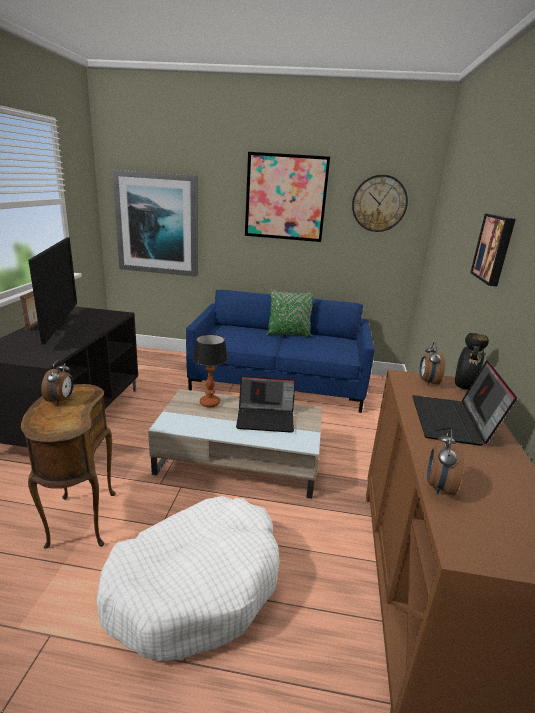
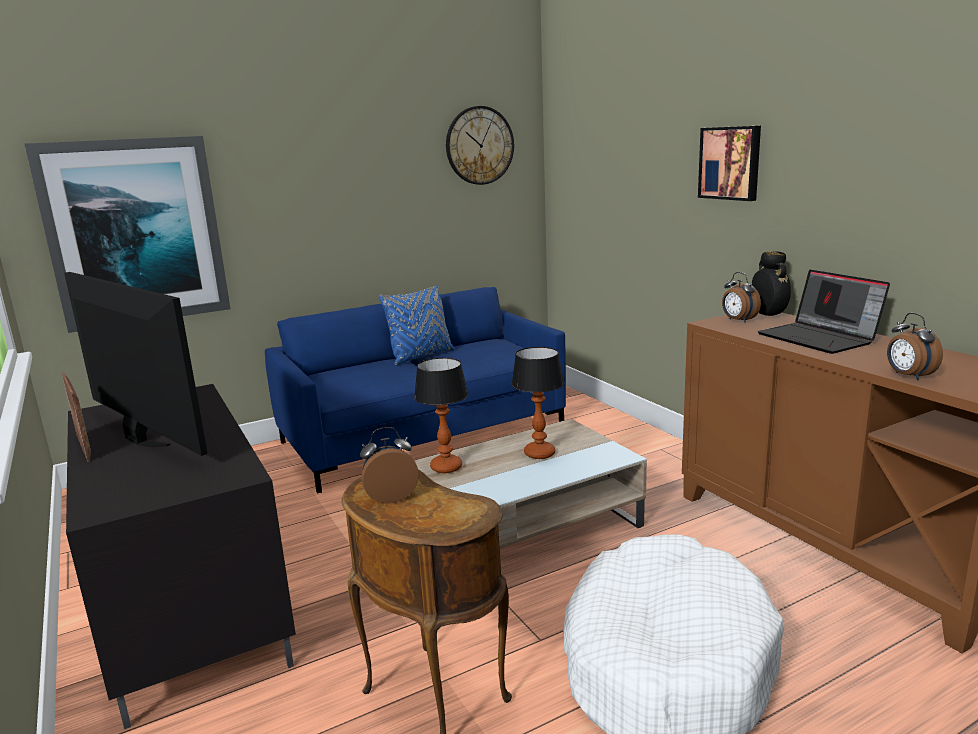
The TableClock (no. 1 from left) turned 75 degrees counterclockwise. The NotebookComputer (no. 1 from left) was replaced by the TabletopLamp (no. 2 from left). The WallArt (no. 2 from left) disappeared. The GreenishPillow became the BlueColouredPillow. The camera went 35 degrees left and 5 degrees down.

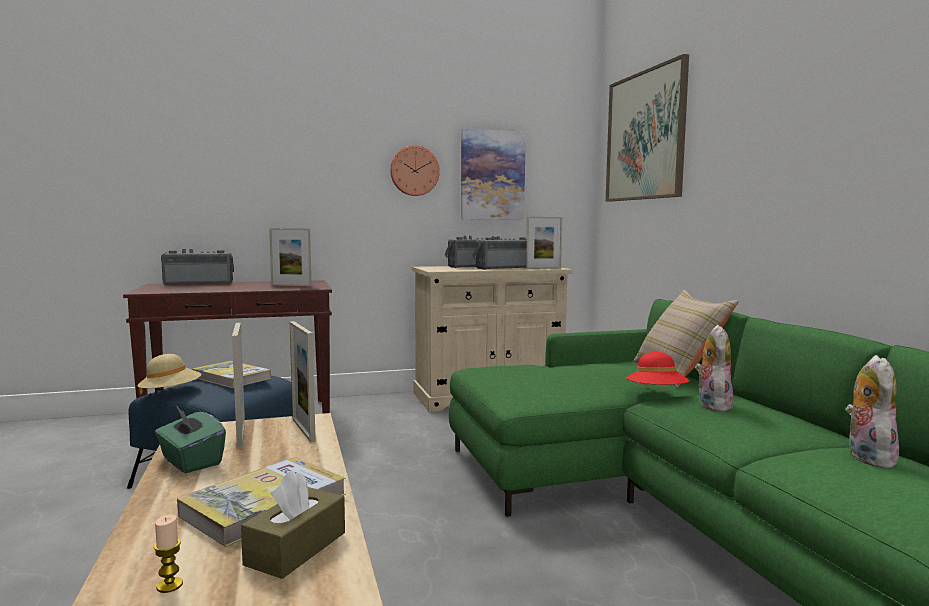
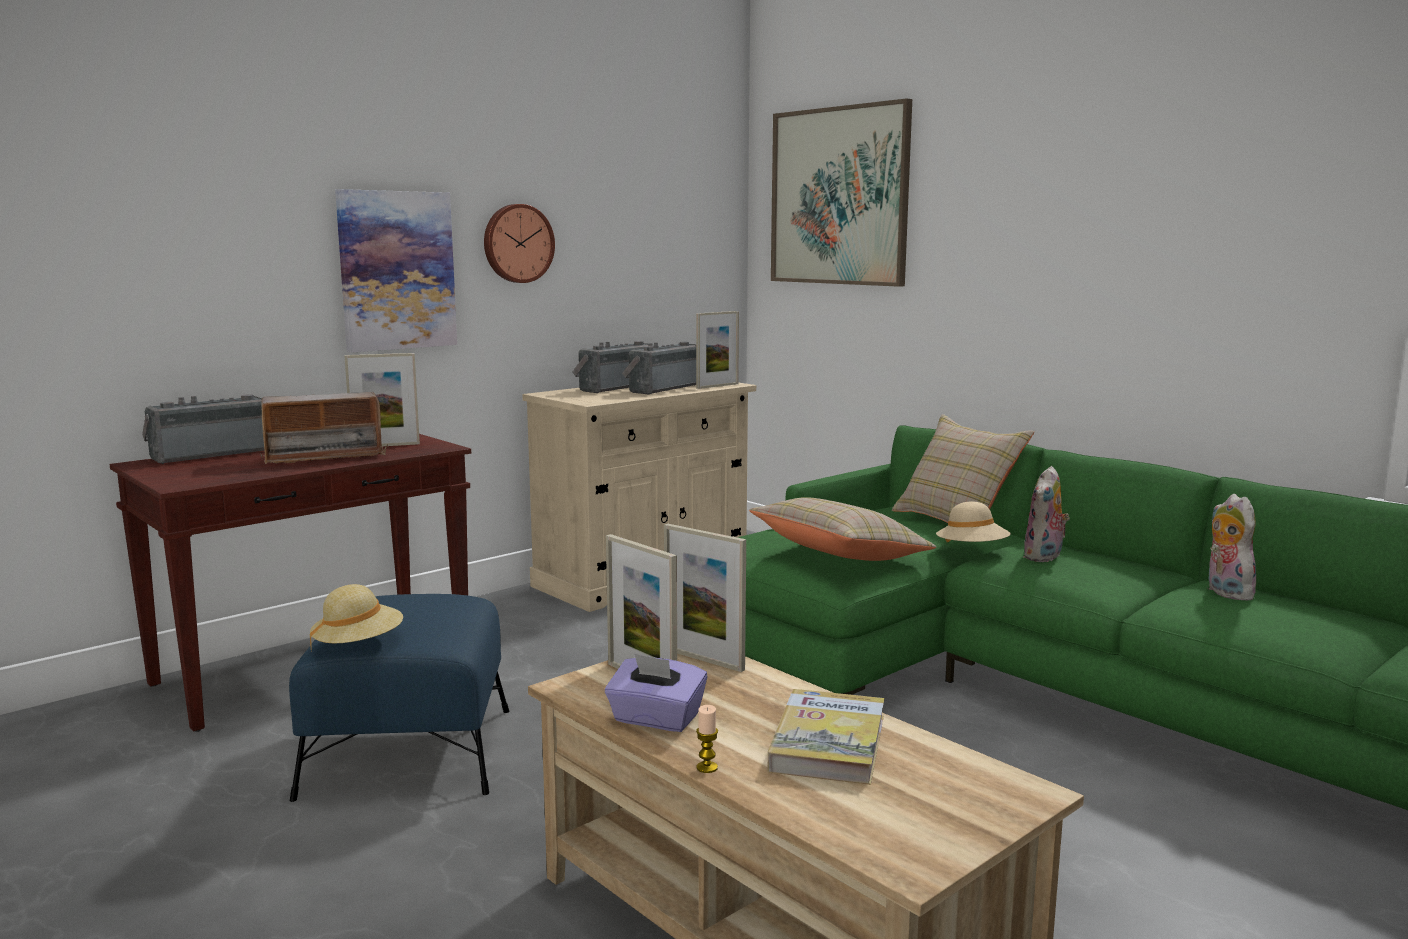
The Candle moved. The GreenishBoxOfTissues became the PurpleBoxOfTissues. The Book (no. 1 from left) disappeared. The BrownColouredBoxOfTissues disappeared. The WallArt (no. 1 from left) moved. The RedClothingHat became the SandColouredClothingHat (no. 2 from left). The CuddlyToy (no. 1 from left) turned 135 degrees counterclockwise. The RadioReceiver (no. 2 from left) appeared. The SandColouredPillow (no. 1 from left) appeared. The camera went 25 degrees left and 5 degrees up.

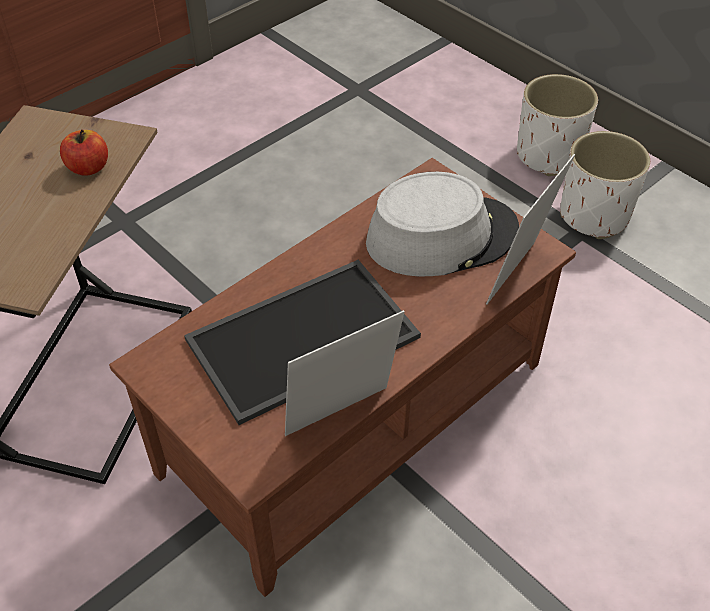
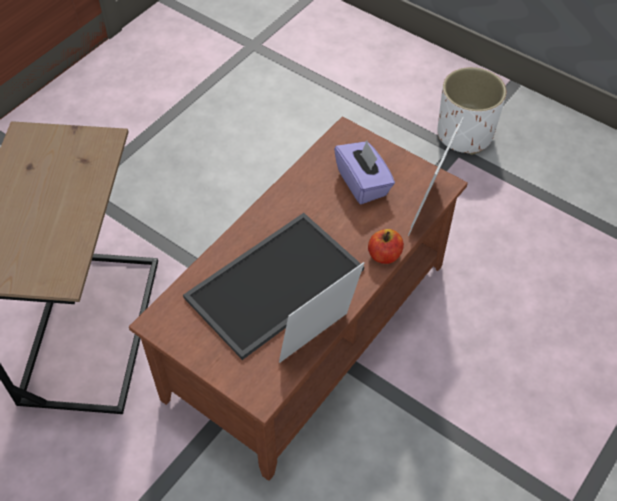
The WholeApple moved. The GrayClothingHat was replaced by the PurpleBoxOfTissues. The WhitishPlantPot (no. 1 from left) disappeared. The camera went 10 degrees left and 5 degrees up.

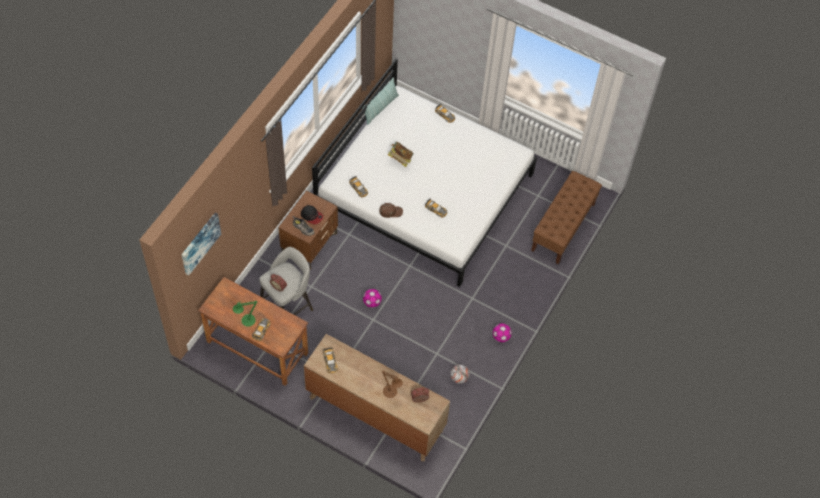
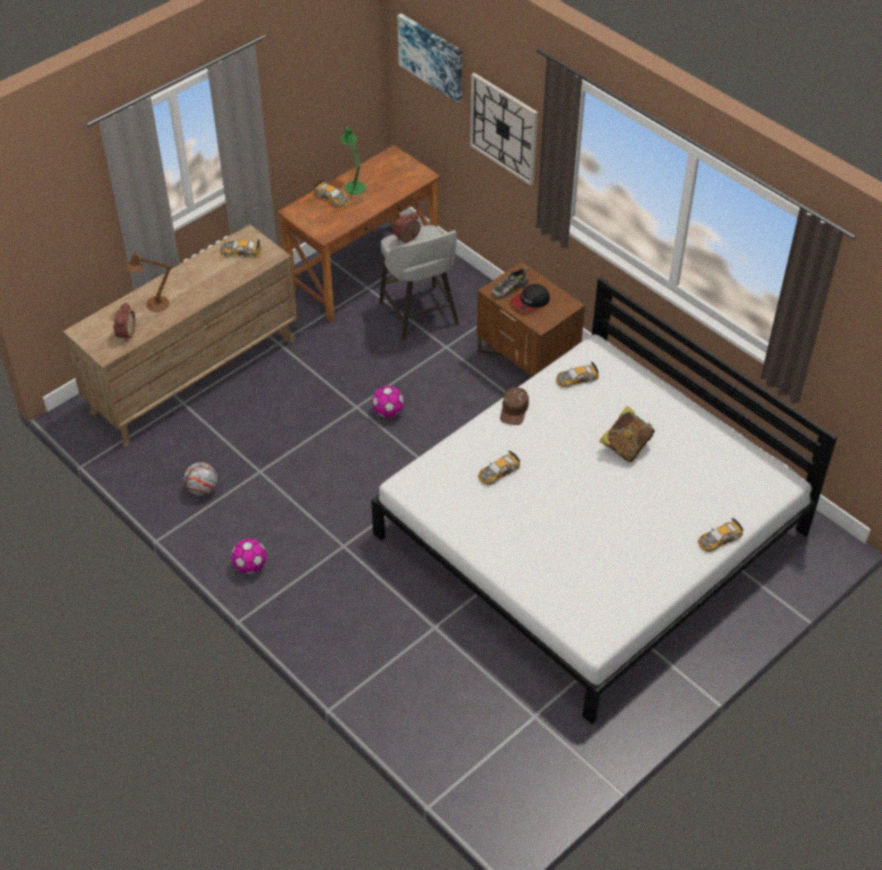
The Pillow disappeared. The BrownColouredLongSeat disappeared. The WallClock appeared. The camera went 110 degrees right and 10 degrees down.

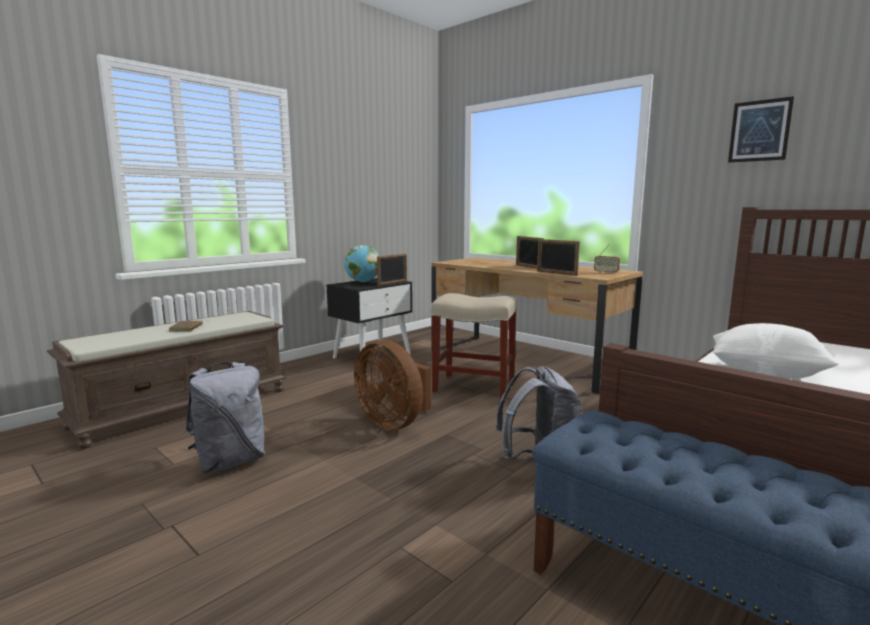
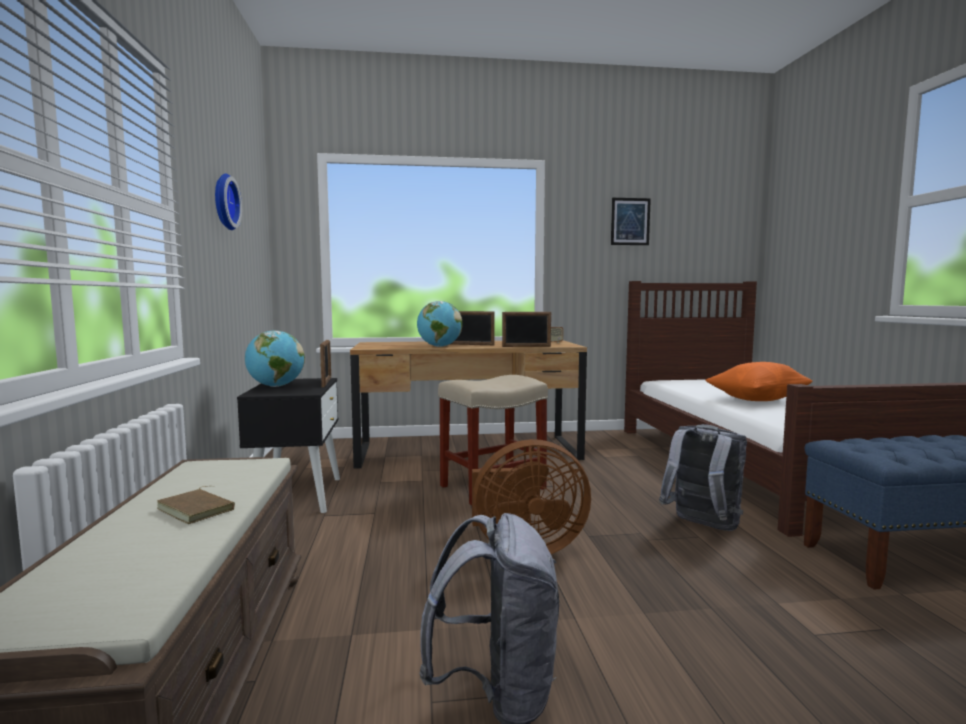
The WhitishPillow became the OrangeColouredPillow. The WallClock appeared. The Globe (no. 2 from left) appeared. The camera went 50 degrees left and 5 degrees down.

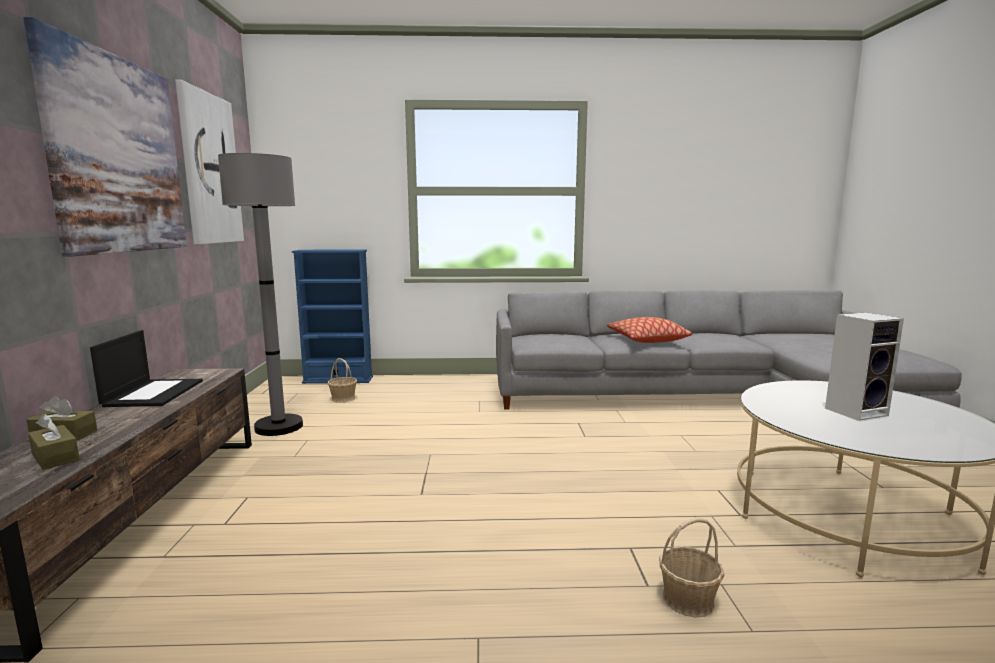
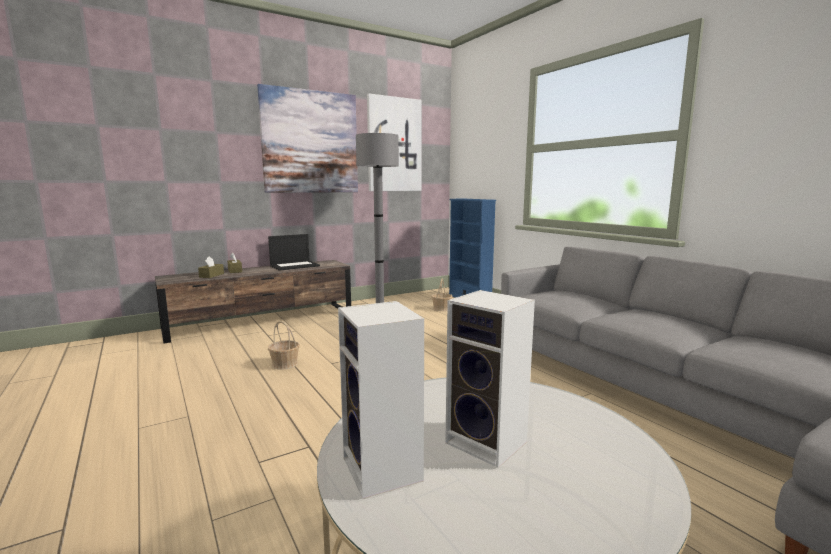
The Pillow disappeared. The Basket (no. 2 from left in the first image) moved. The AudioSpeaker (no. 1 from left) appeared. The camera went 60 degrees right and 0 degrees up.

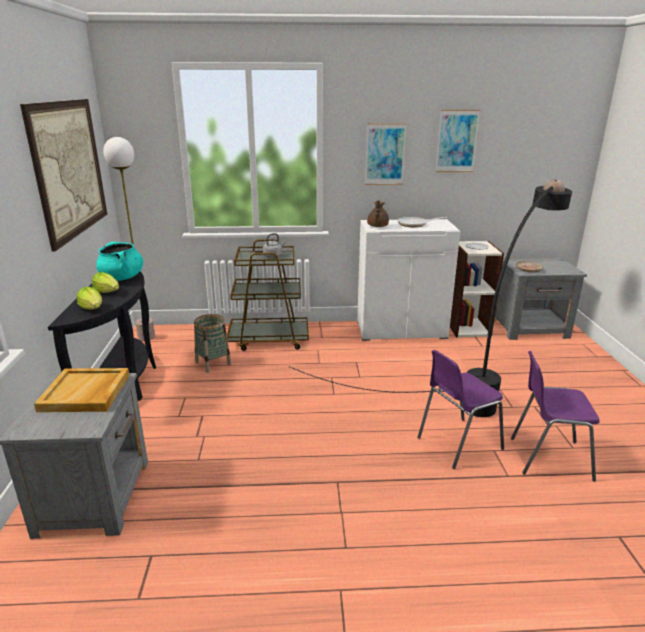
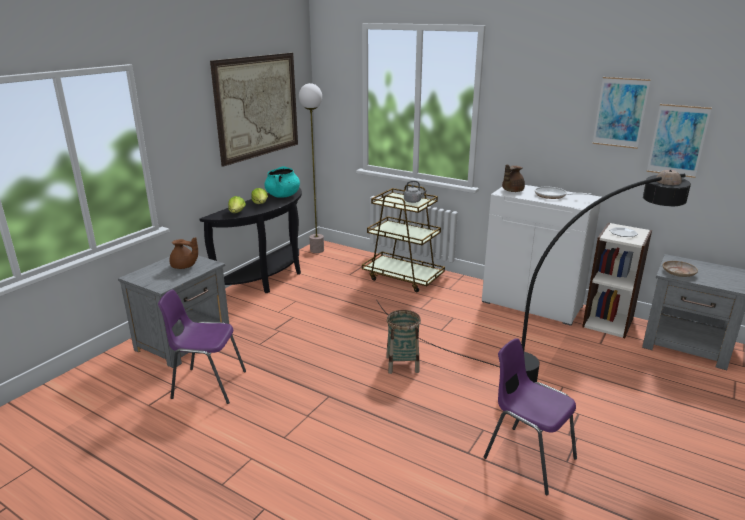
The SandColouredTray was replaced by the BrownColouredTeapot (no. 1 from left). The Basket moved. The WallArt (no. 2 from left in the first image) moved. The PurpleChair (no. 1 from left) moved. The camera went 35 degrees right and 0 degrees up.

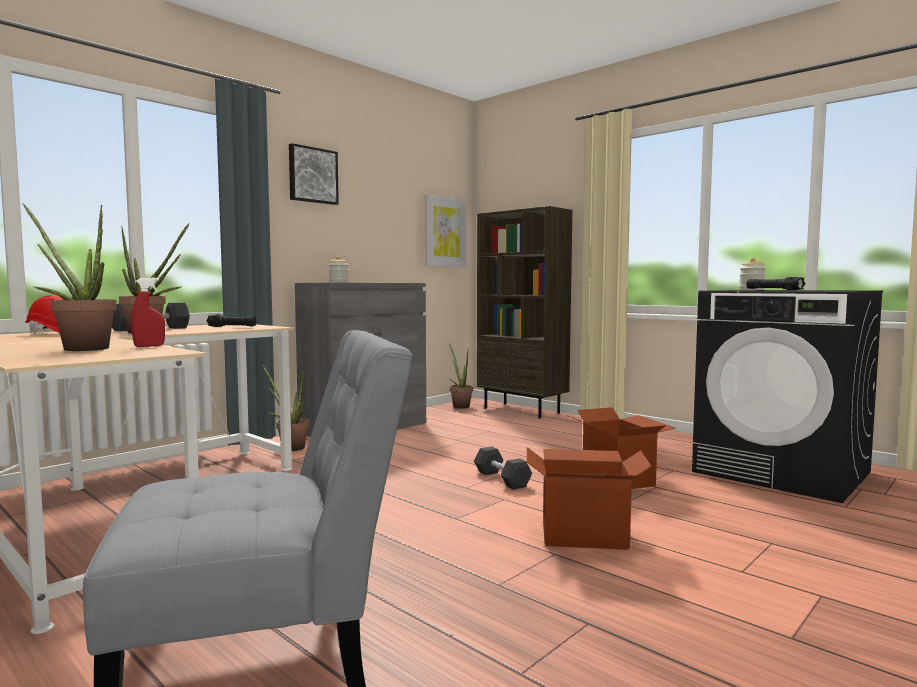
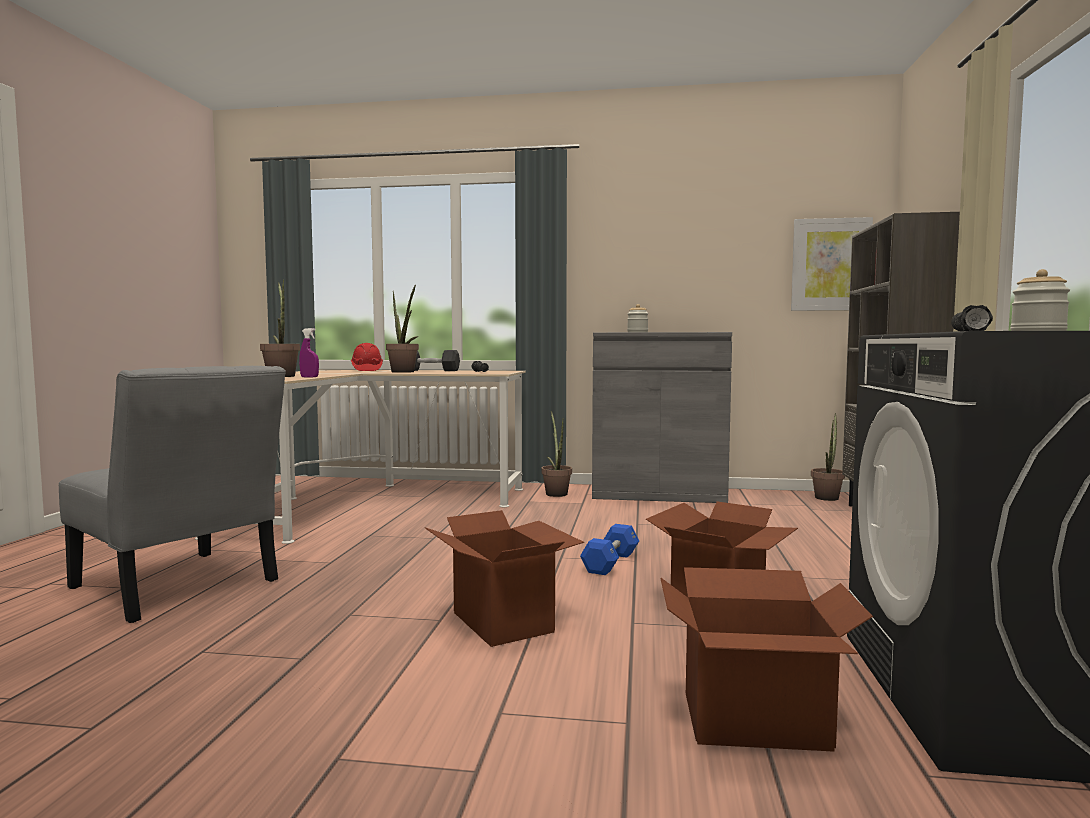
The RedHandSprayer became the PurpleHandSprayer. The WallArt (no. 1 from left) disappeared. The BlackColouredFreeWeight (no. 2 from left) became the BlueColouredFreeWeight. The PackingBox (no. 3 from left) appeared. The camera went 55 degrees right and 0 degrees up.

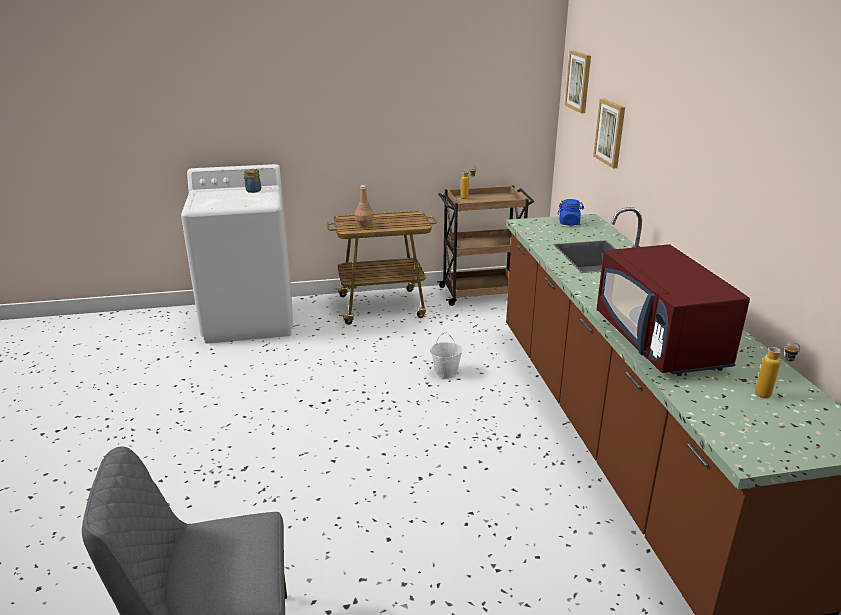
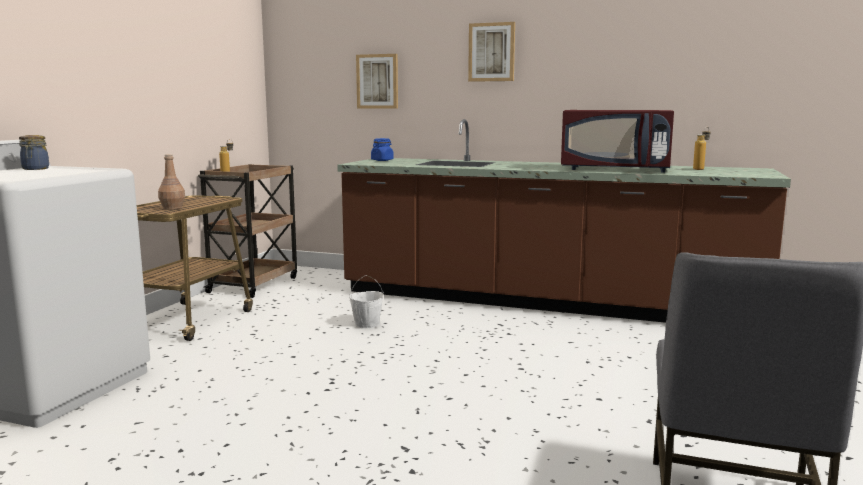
The WallArt (no. 1 from left in the first image) moved. The camera went 60 degrees left and 15 degrees down.

